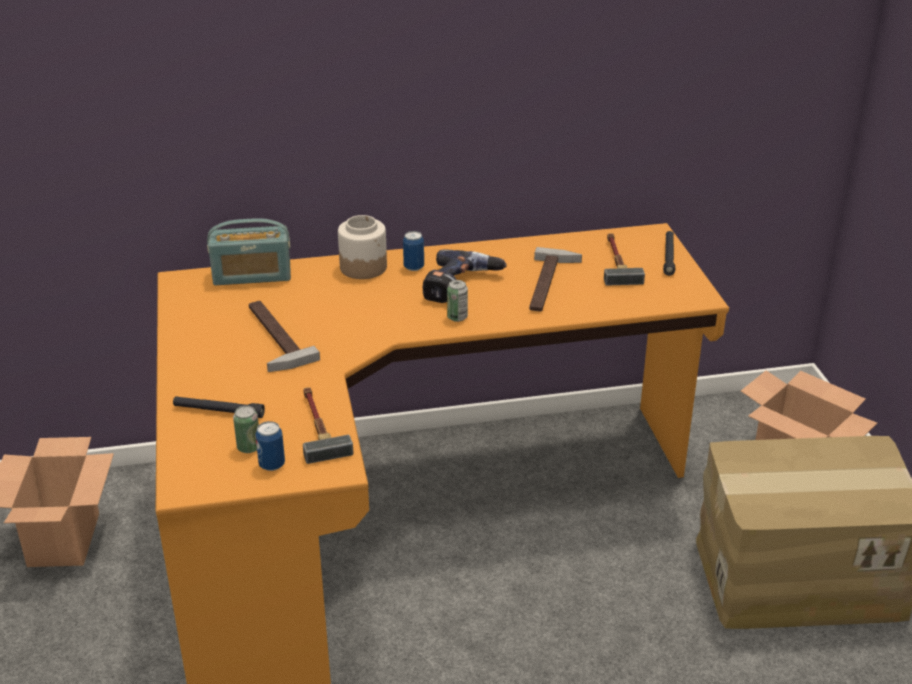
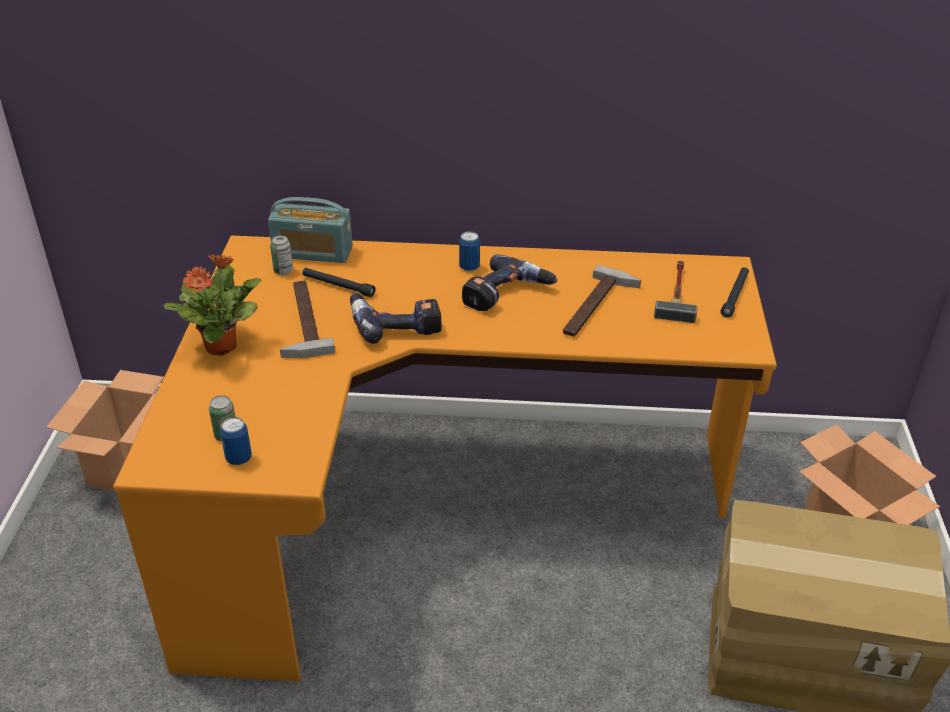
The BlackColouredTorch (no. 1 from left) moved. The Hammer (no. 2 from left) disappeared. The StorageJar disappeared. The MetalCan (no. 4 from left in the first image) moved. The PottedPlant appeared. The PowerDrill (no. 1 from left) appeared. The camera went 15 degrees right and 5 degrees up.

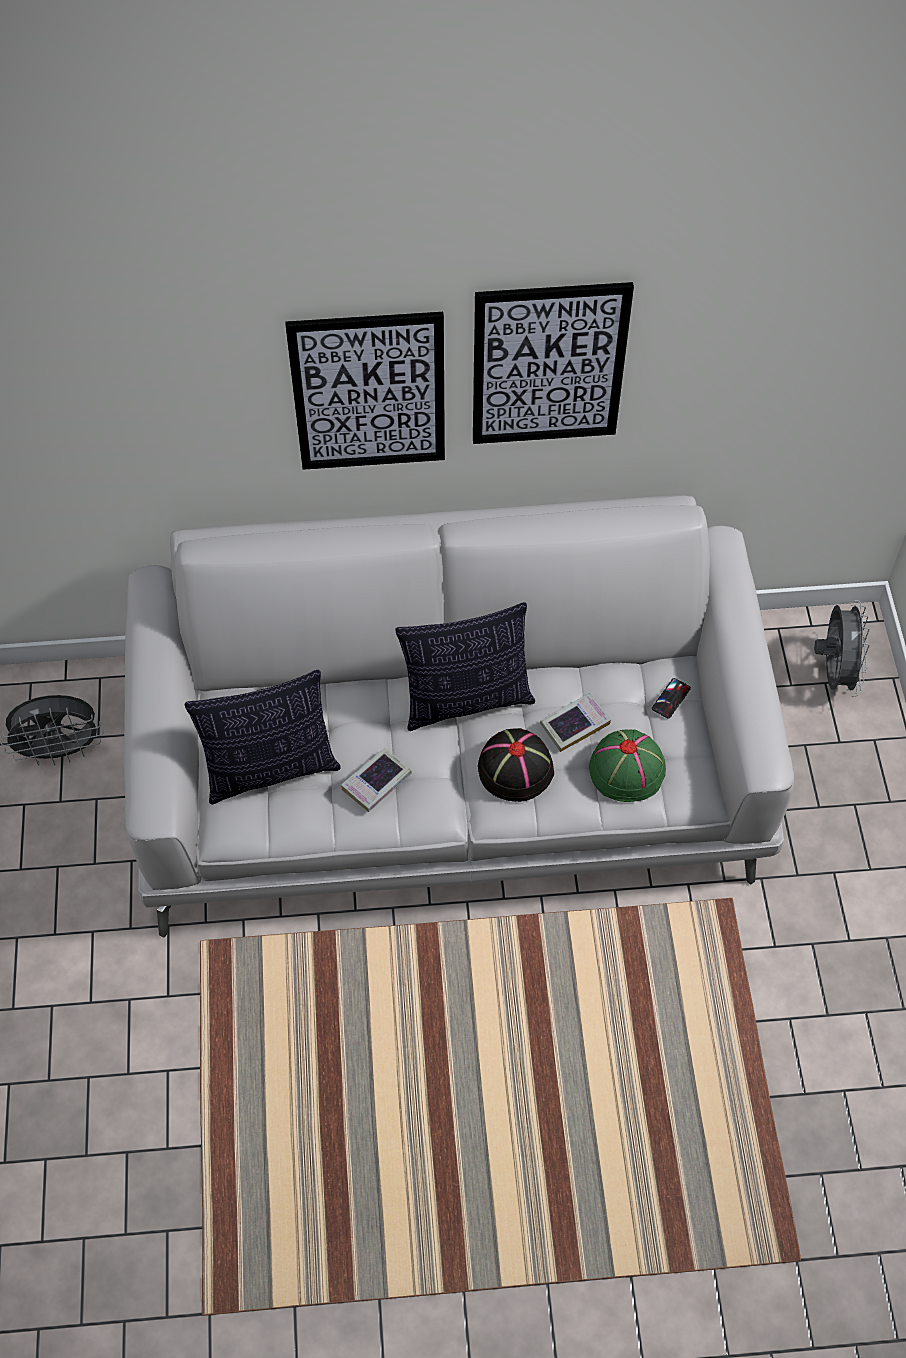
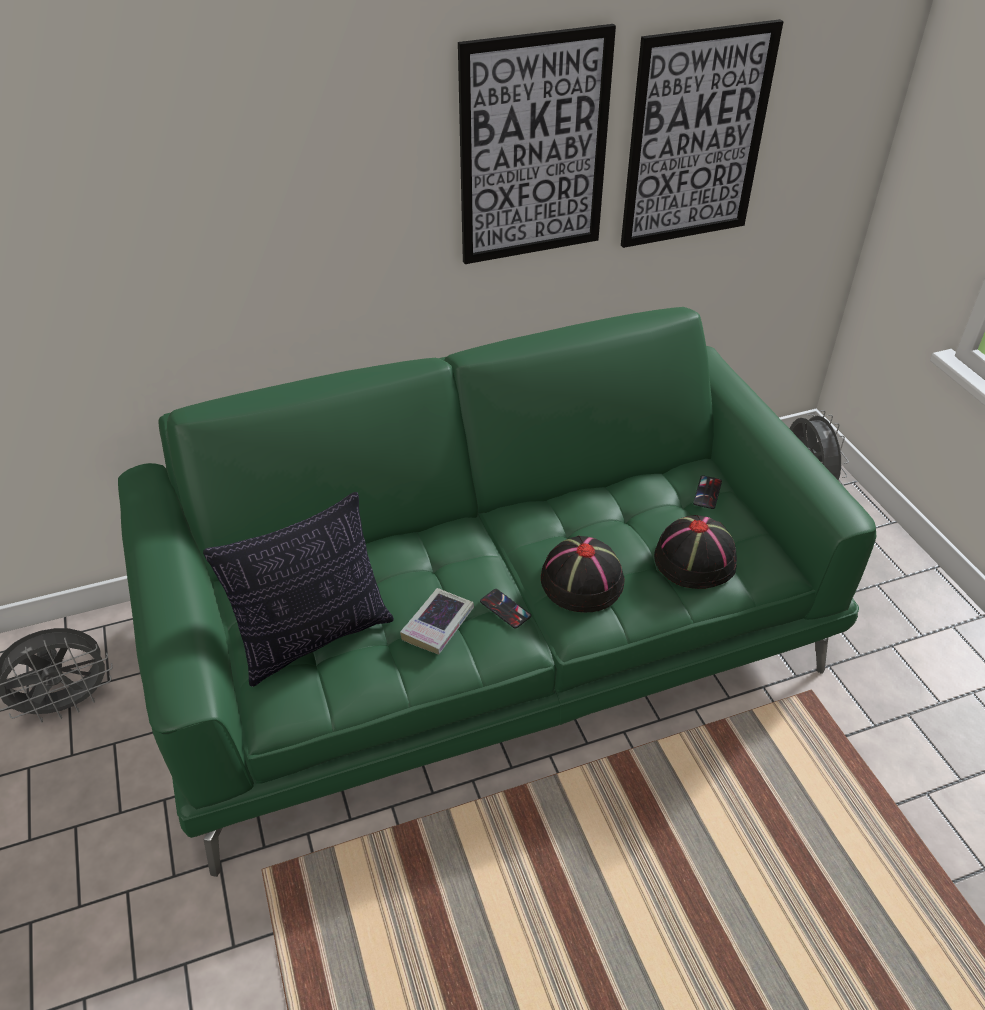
The GraySofa became the GreenishSofa. The WallArt (no. 1 from left in the first image) moved. The Pillow (no. 2 from left) disappeared. The Book (no. 2 from left) disappeared. The GreenishClothingHat became the BlackColouredClothingHat (no. 2 from left). The Phone (no. 1 from left) appeared. The camera went 15 degrees left and 15 degrees down.

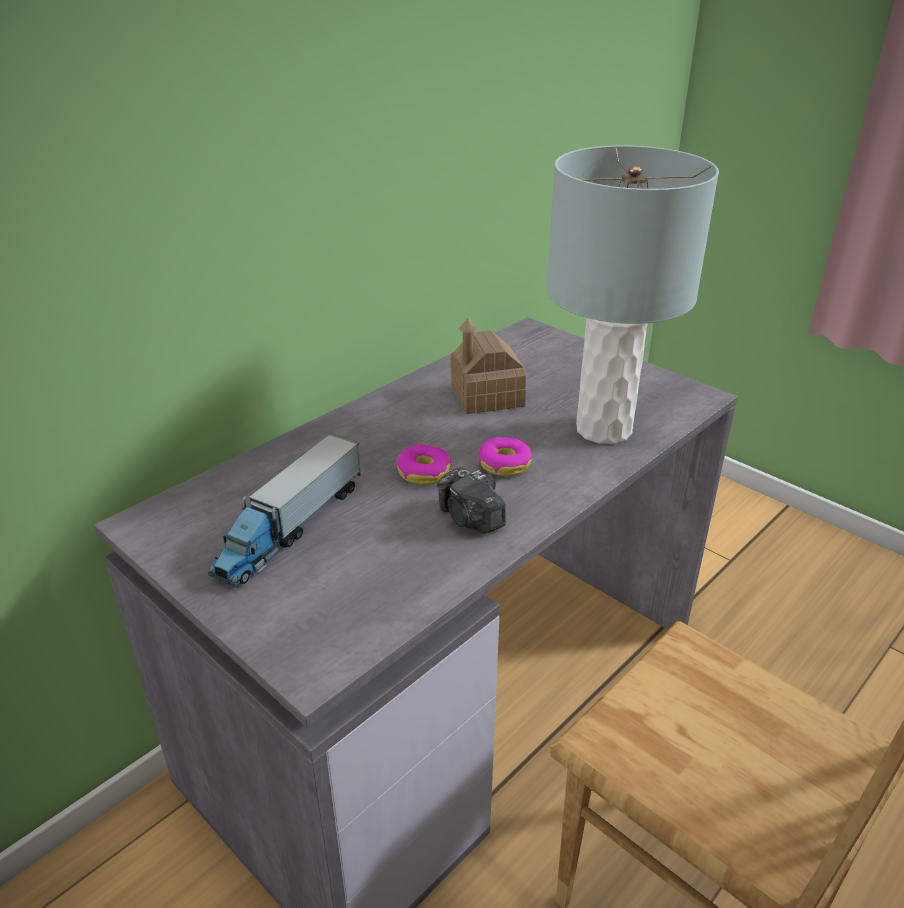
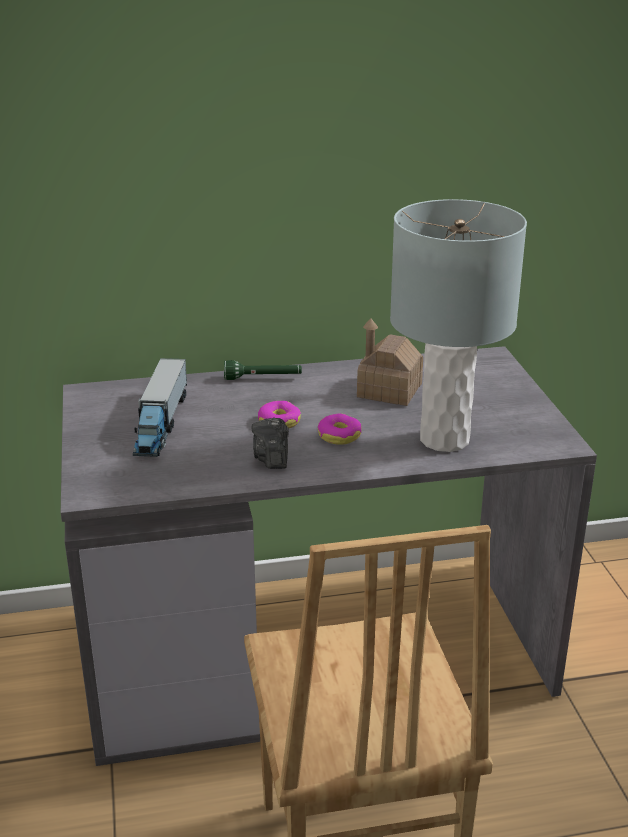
The ToyLorry turned 60 degrees counterclockwise. The GreenishTorch appeared. The camera went 35 degrees right and 5 degrees down.

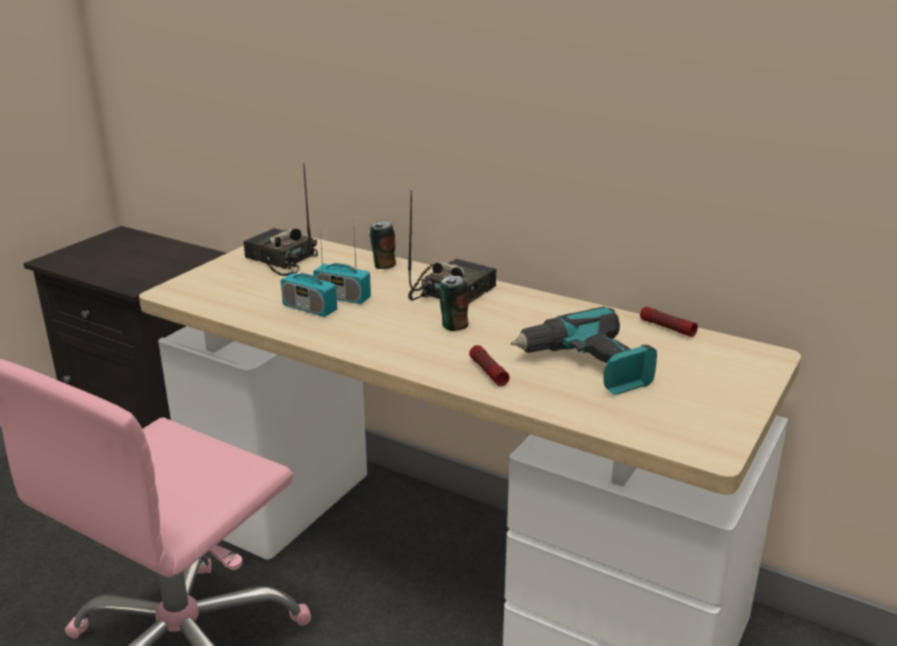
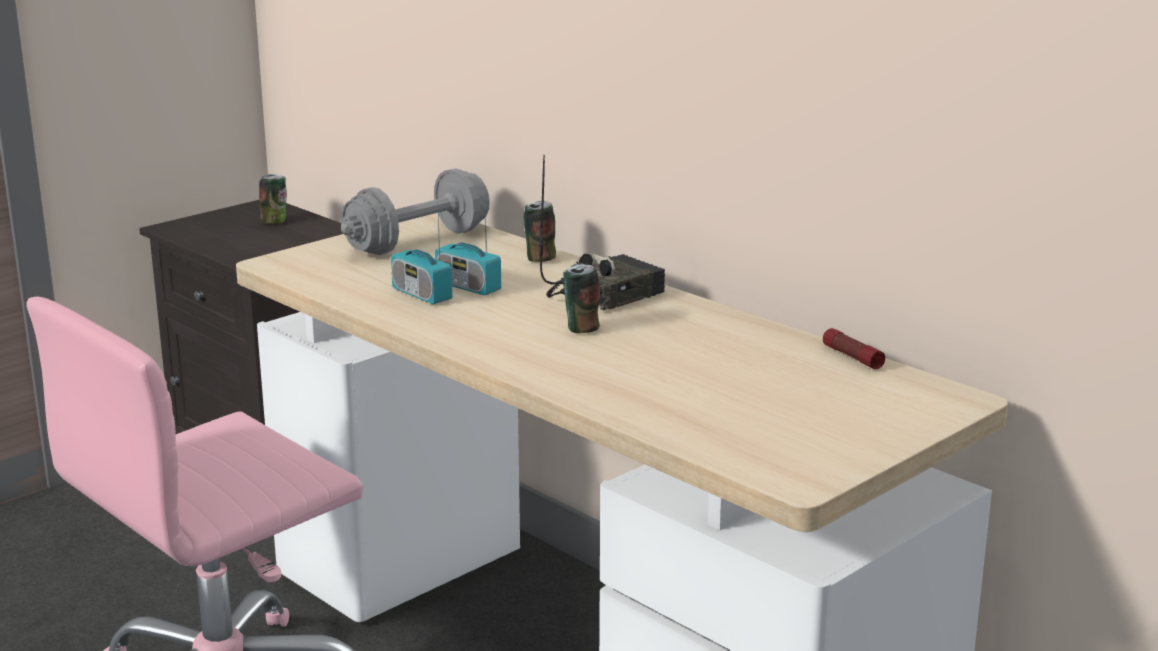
The RadioReceiver (no. 1 from left) was replaced by the GrayFreeWeight. The Torch (no. 1 from left) disappeared. The PowerDrill disappeared. The MetalCan (no. 1 from left) appeared. The camera went 15 degrees right and 5 degrees down.

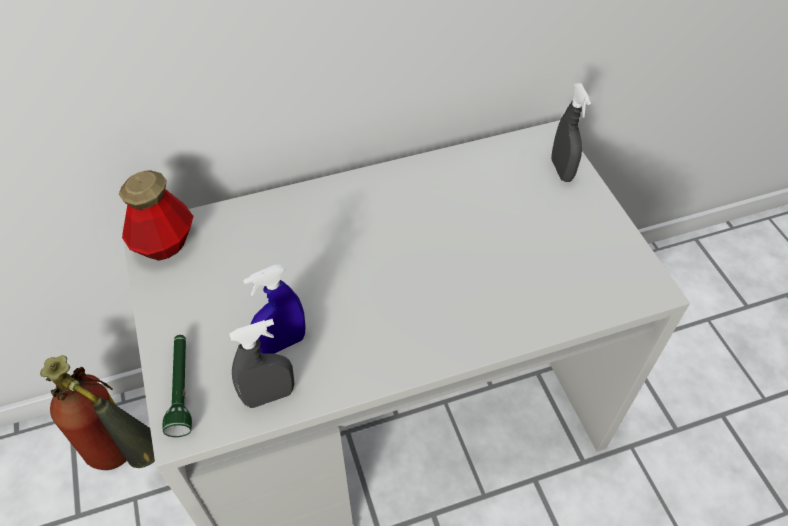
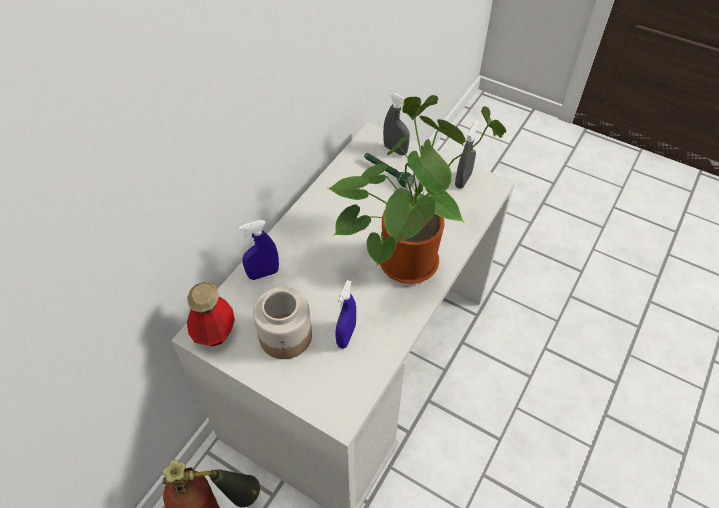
The GreenishTorch moved. The GrayHandSprayer (no. 1 from left in the first image) moved. The BlueColouredHandSprayer (no. 1 from left) appeared. The StorageJar appeared. The PottedPlant appeared. The camera went 40 degrees left and 0 degrees up.

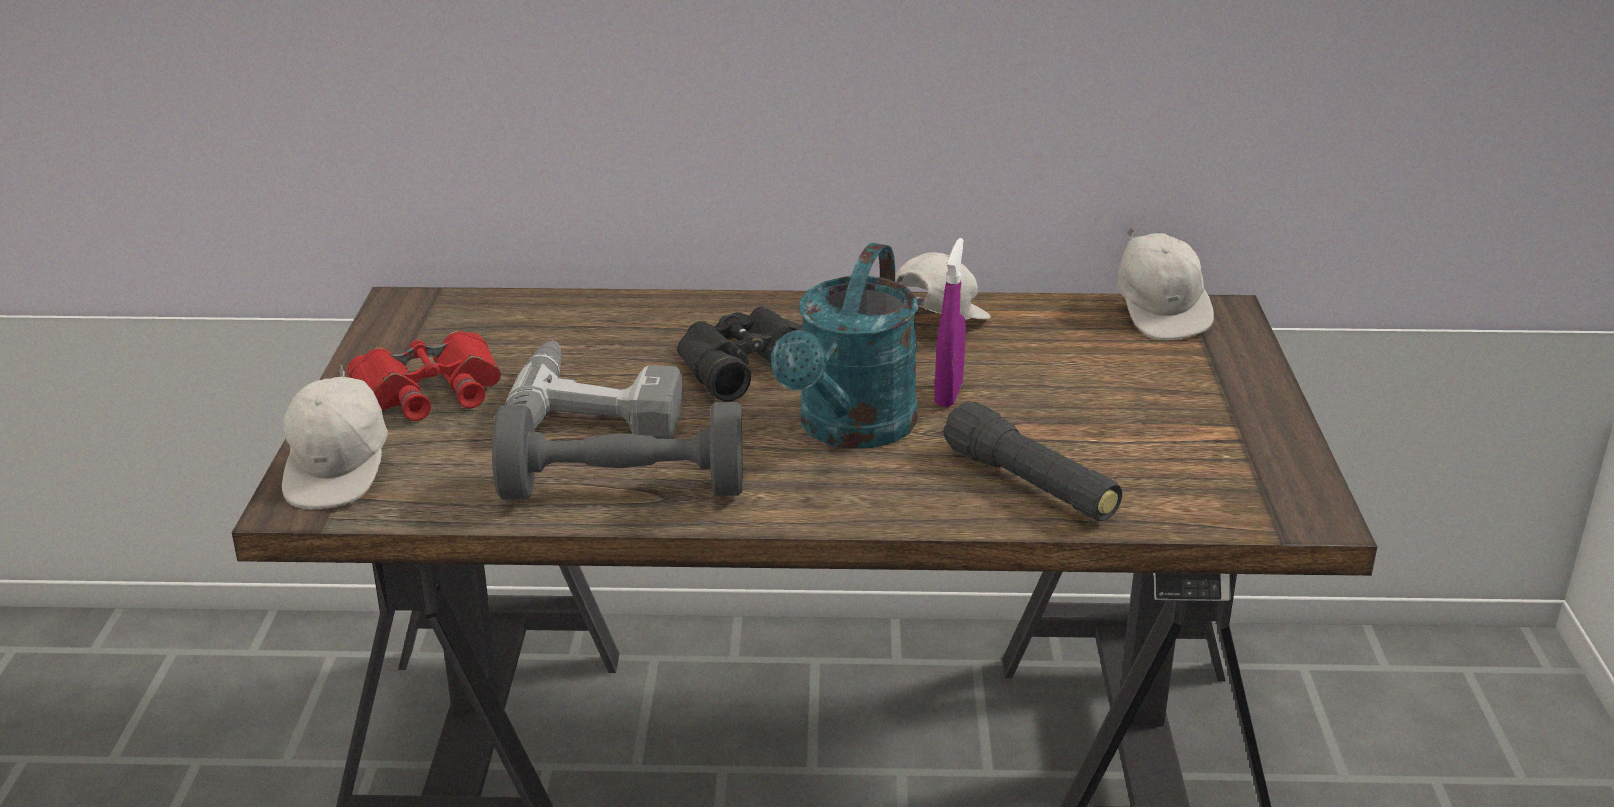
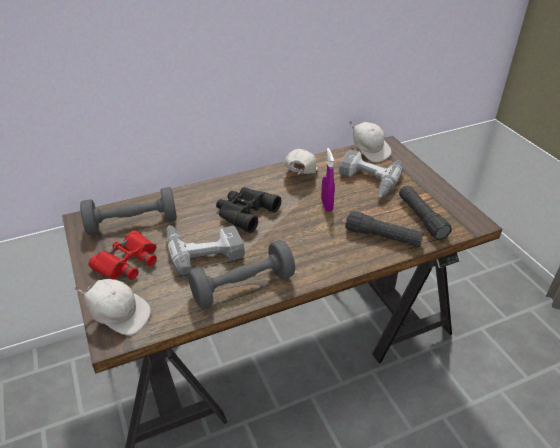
The WhitishCap (no. 1 from left) turned 45 degrees counterclockwise. The TurquoiseWateringCan disappeared. The GrayFreeWeight (no. 1 from left) appeared. The PowerDrill (no. 2 from left) appeared. The BlackColouredTorch (no. 2 from left) appeared. The camera went 25 degrees left and 10 degrees up.

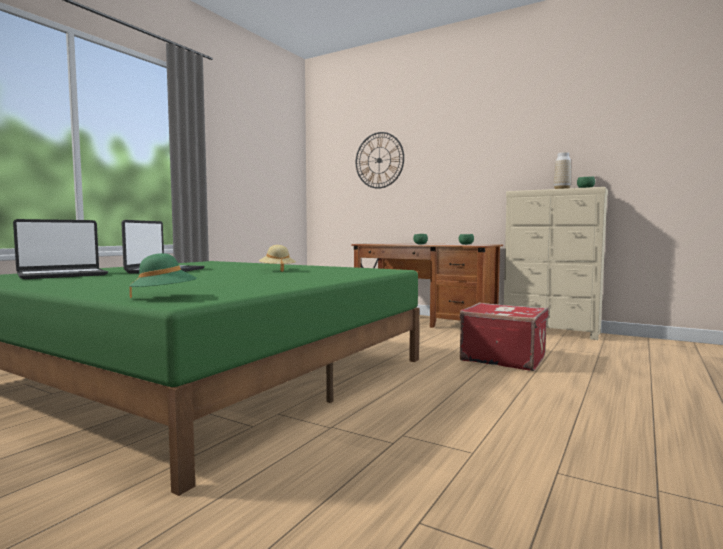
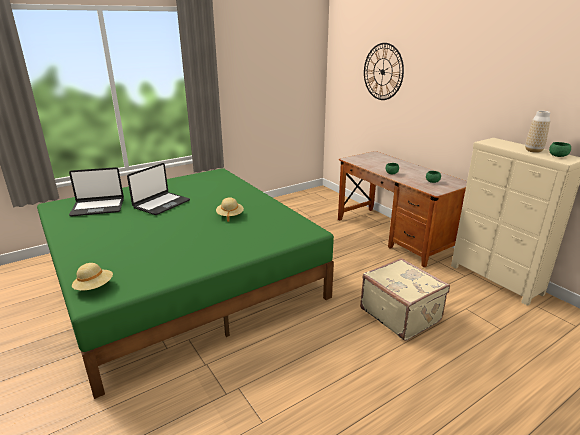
The GreenishClothingHat became the SandColouredClothingHat (no. 1 from left). The RedTravelCase became the SandColouredTravelCase. The camera went 25 degrees right and 20 degrees up.

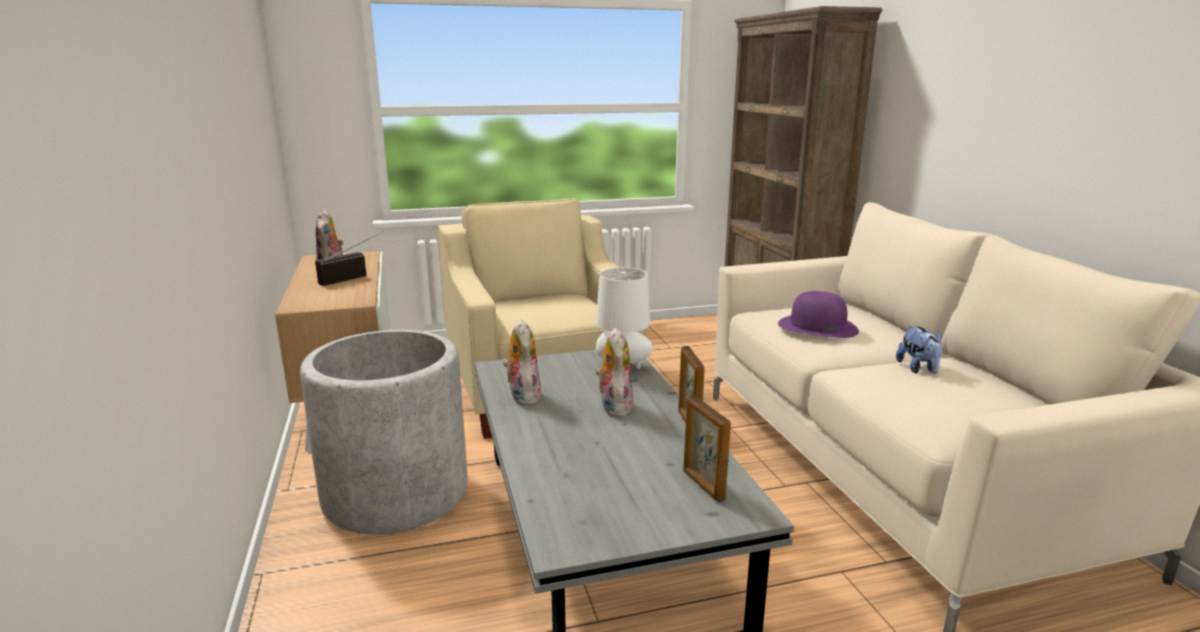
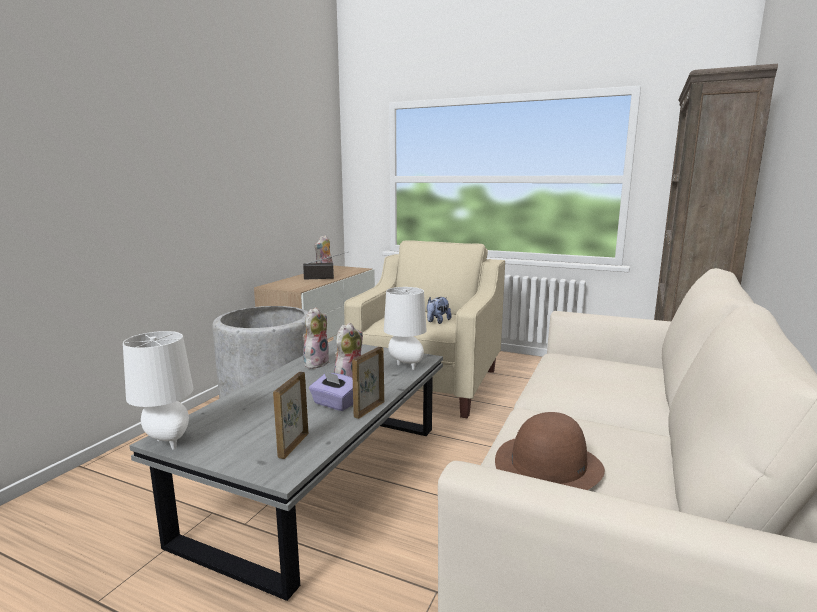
The PurpleClothingHat disappeared. The CuddlyToy (no. 4 from left) moved. The WhitishTabletopLamp (no. 1 from left) appeared. The PurpleBoxOfTissues appeared. The BrownColouredClothingHat appeared. The camera went 40 degrees right and 5 degrees down.

